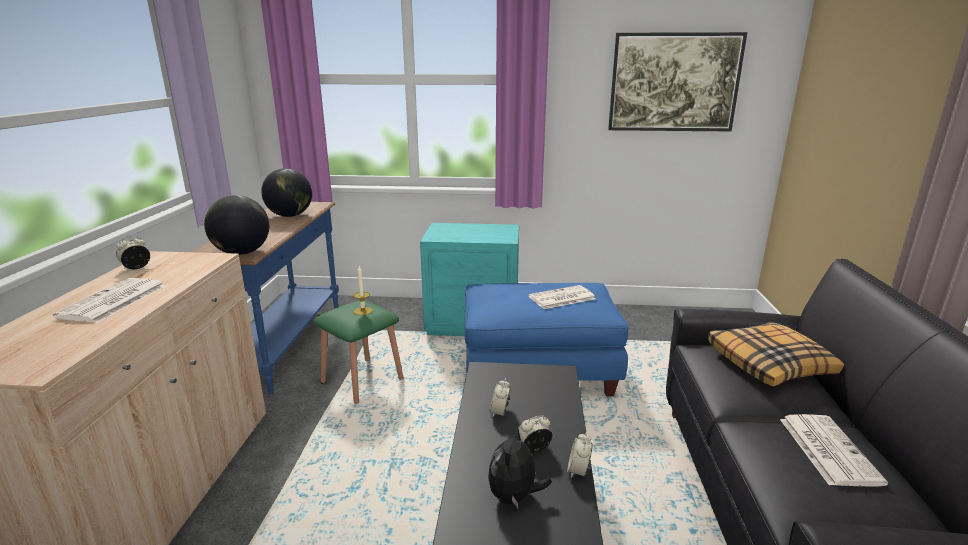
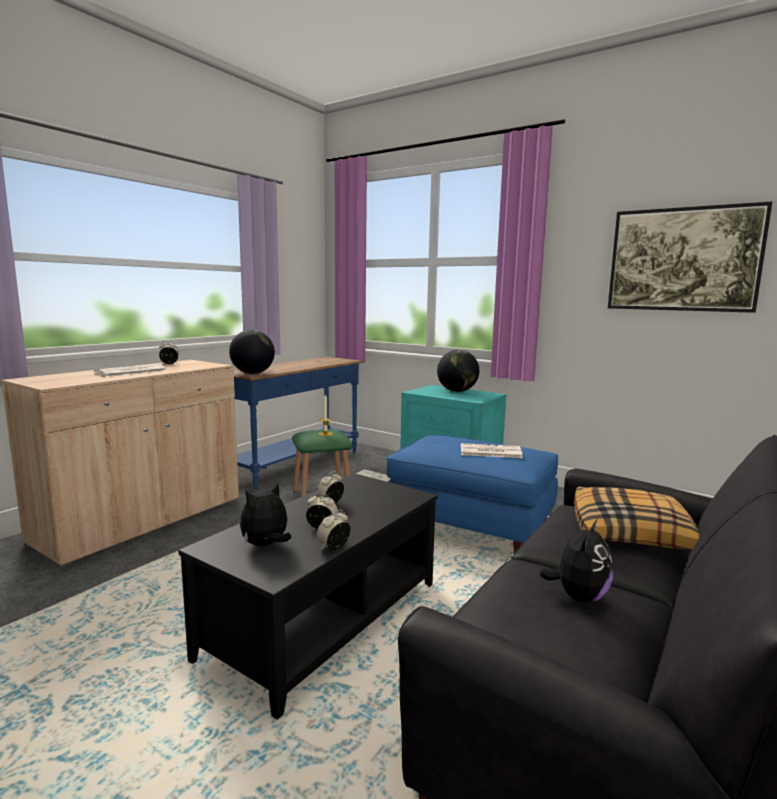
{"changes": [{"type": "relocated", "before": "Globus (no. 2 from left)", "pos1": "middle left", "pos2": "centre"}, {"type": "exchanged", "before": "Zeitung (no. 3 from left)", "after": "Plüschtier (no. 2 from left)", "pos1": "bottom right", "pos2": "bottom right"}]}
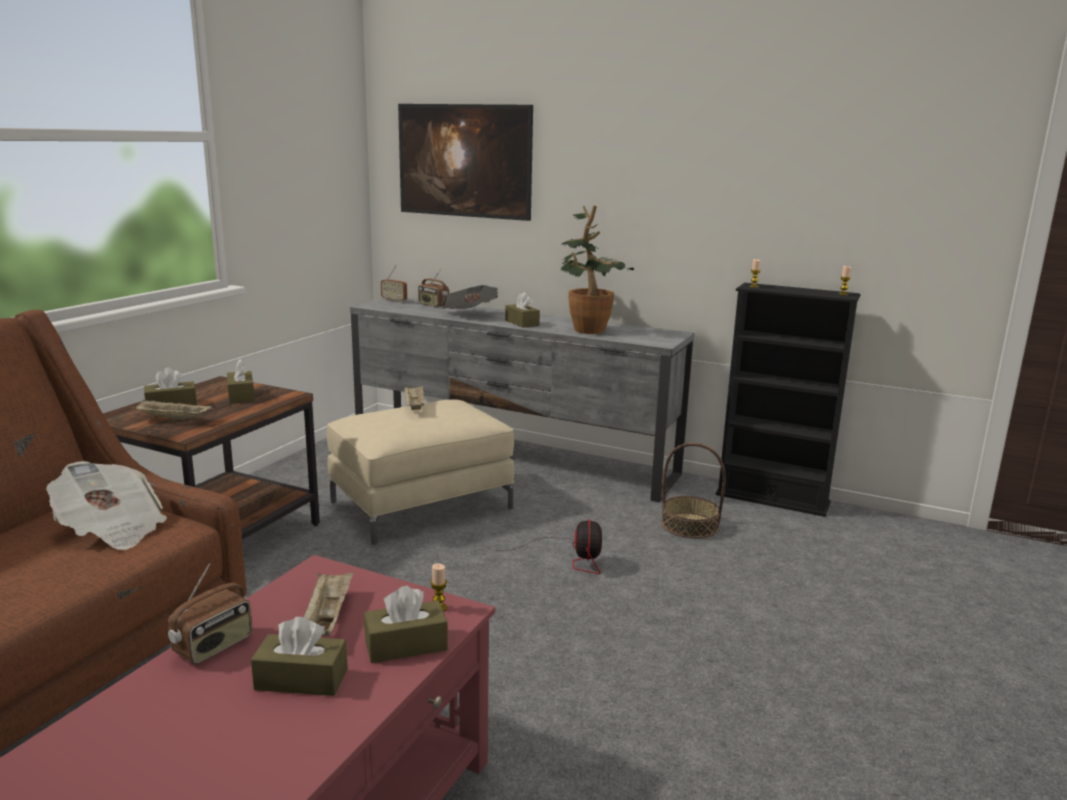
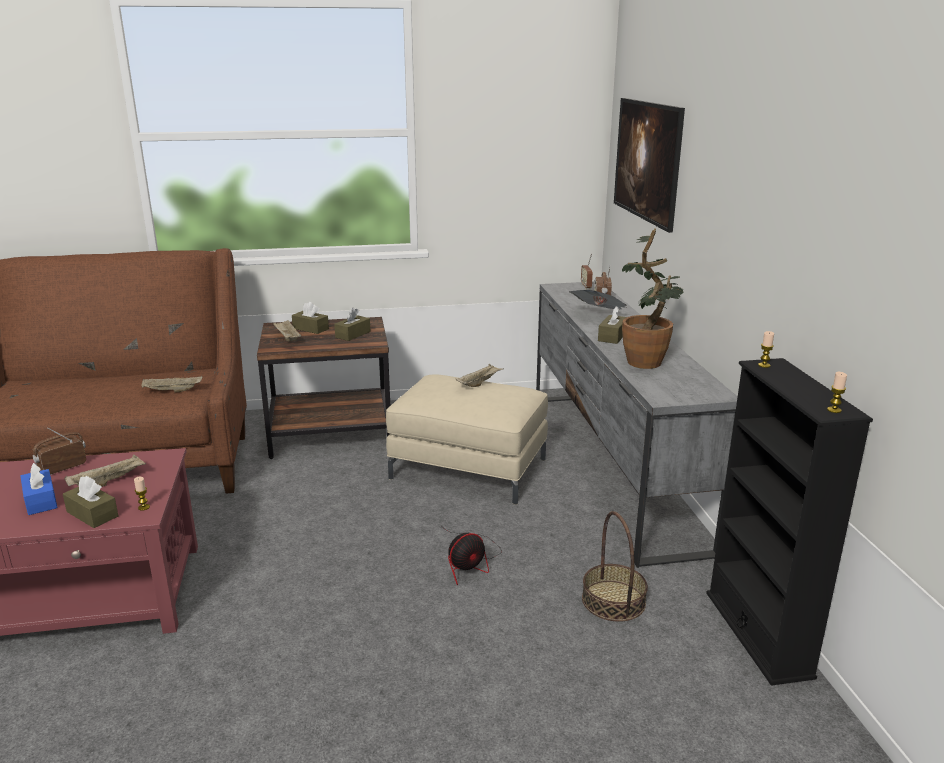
{"changes": [{"type": "exchanged", "before": "Zeitung (no. 1 from left)", "after": "Tablett [beige] (no. 2 from left)", "pos1": "middle left", "pos2": "middle left"}, {"type": "spun", "before": "Radio (no. 1 from left)", "pos1": "bottom left", "pos2": "middle left", "turn": 135}, {"type": "colour", "before": "Taschentuchbox [braun] (no. 3 from left)", "after": "Taschentuchbox [blau]", "pos1": "bottom left", "pos2": "middle left"}]}
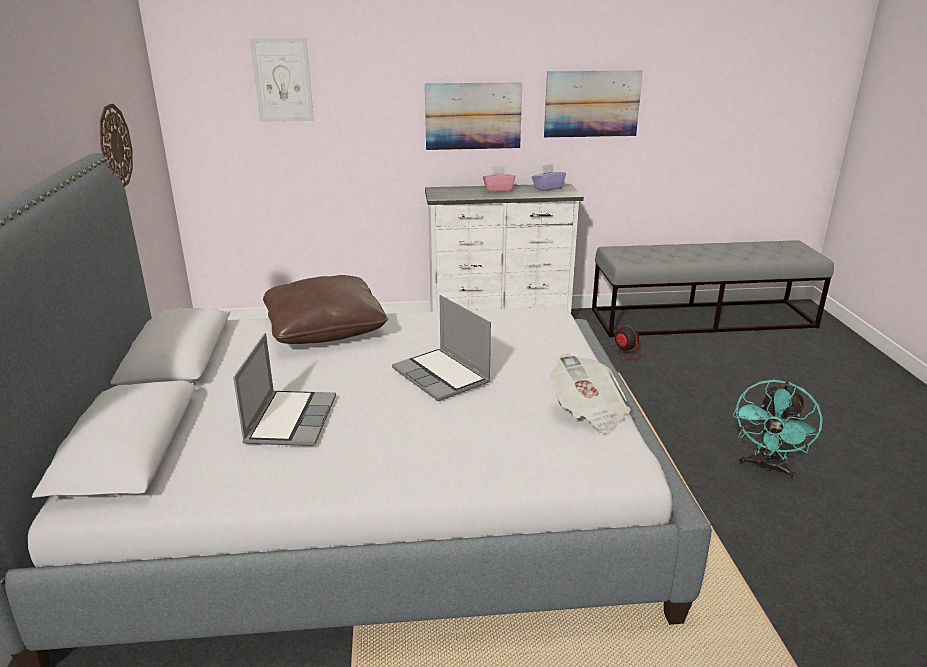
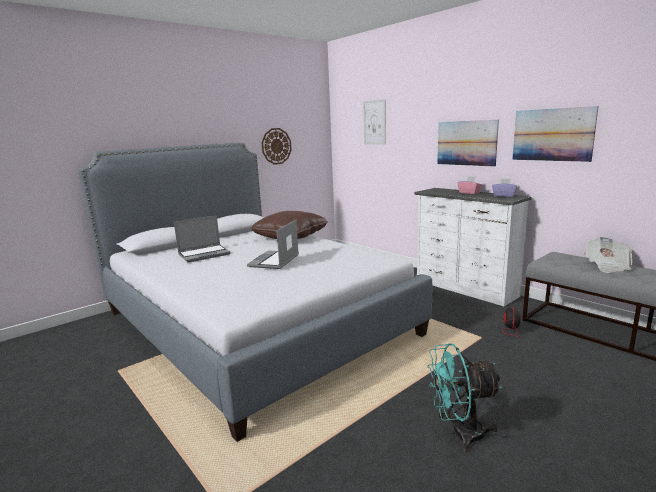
{"changes": [{"type": "relocated", "before": "Zeitung", "pos1": "centre", "pos2": "middle right"}]}
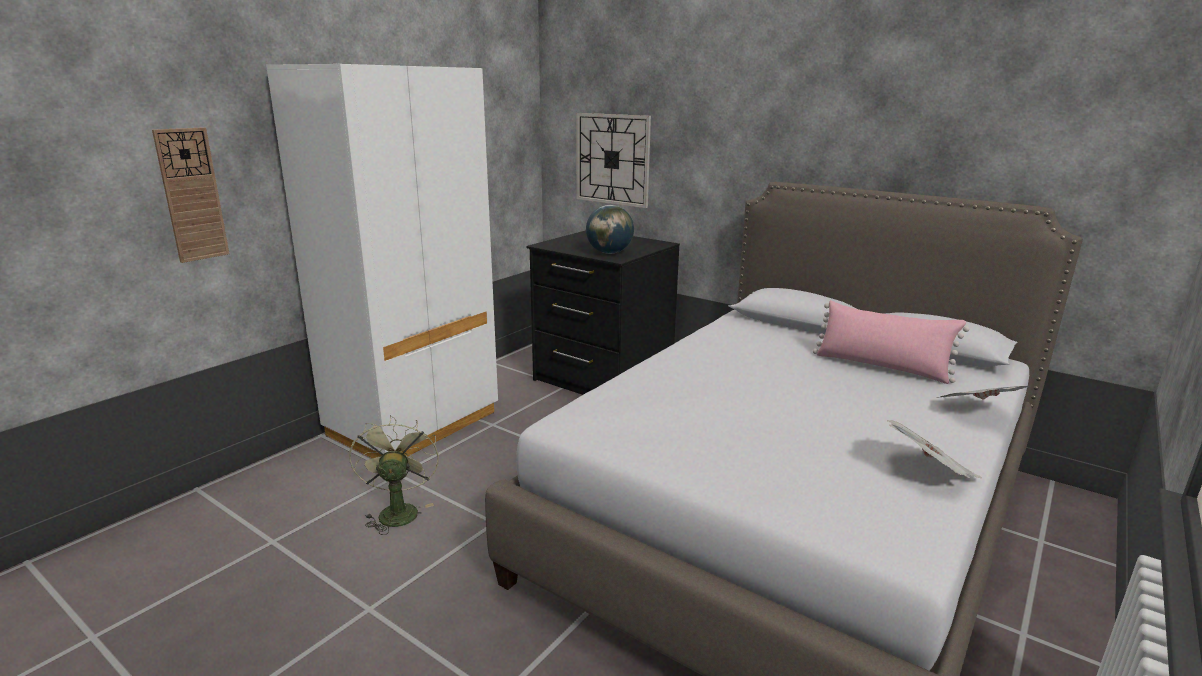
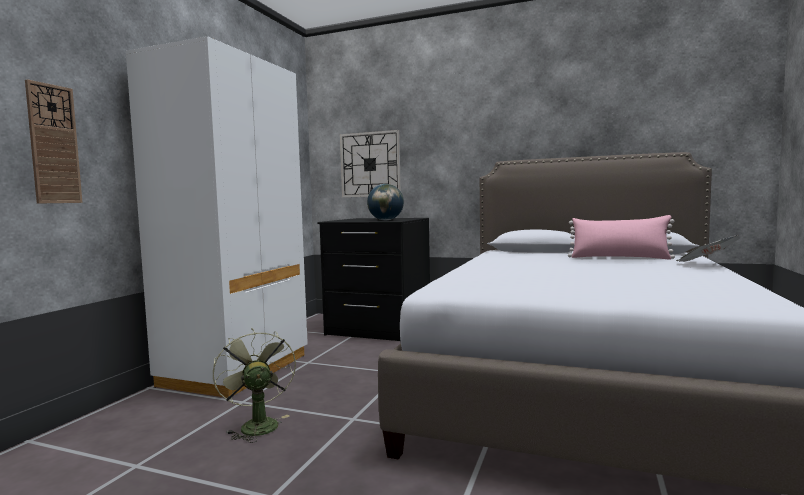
{"changes": [{"type": "missing", "before": "Zeitung (no. 1 from left)", "pos1": "middle right"}]}
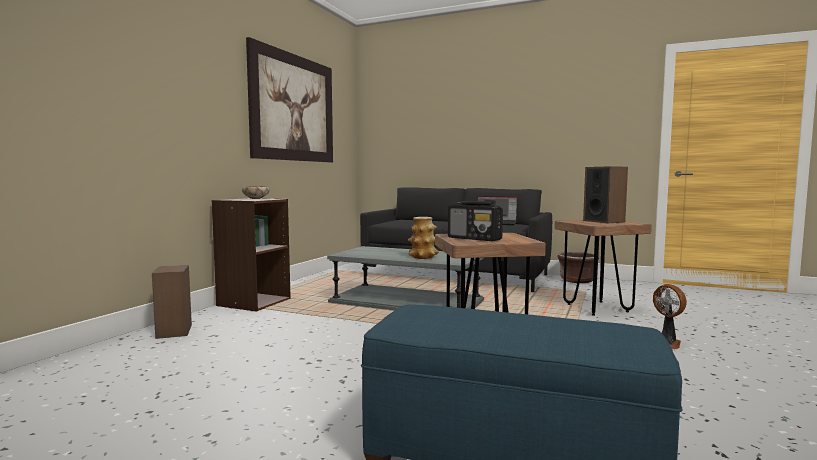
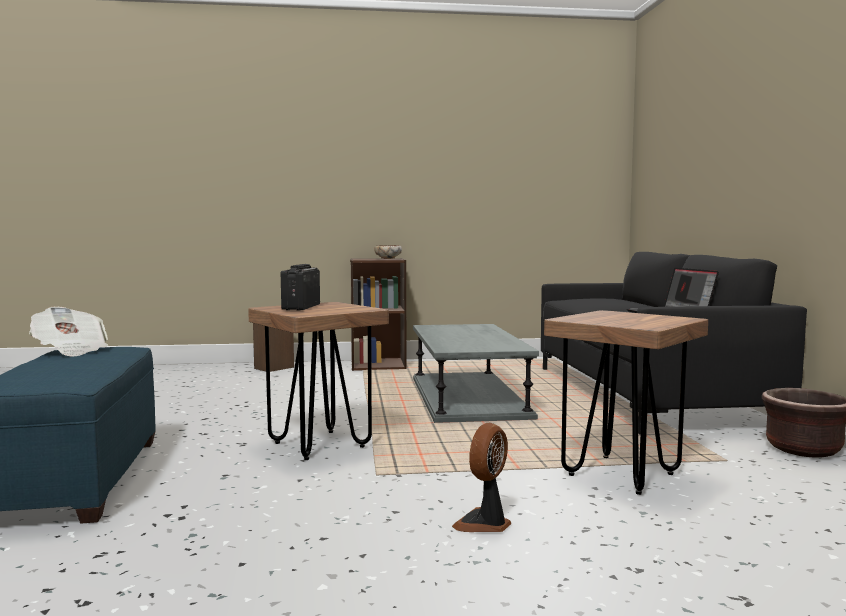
{"changes": [{"type": "missing", "before": "Bild", "pos1": "top centre"}, {"type": "missing", "before": "Vase", "pos1": "centre"}, {"type": "missing", "before": "Lautsprecher (no. 2 from left)", "pos1": "middle right"}, {"type": "appeared", "after": "Zeitung", "pos2": "middle left"}]}
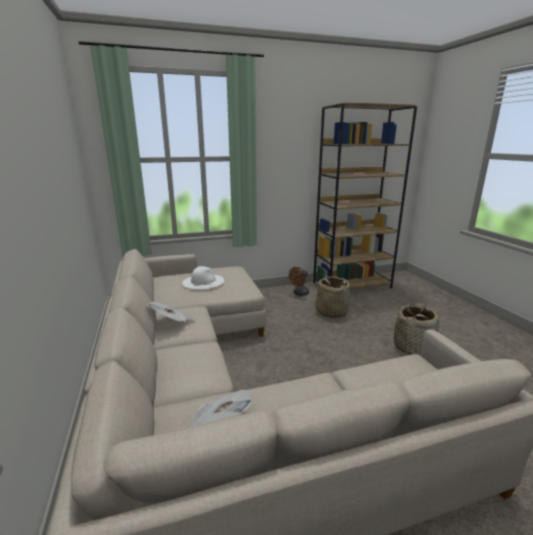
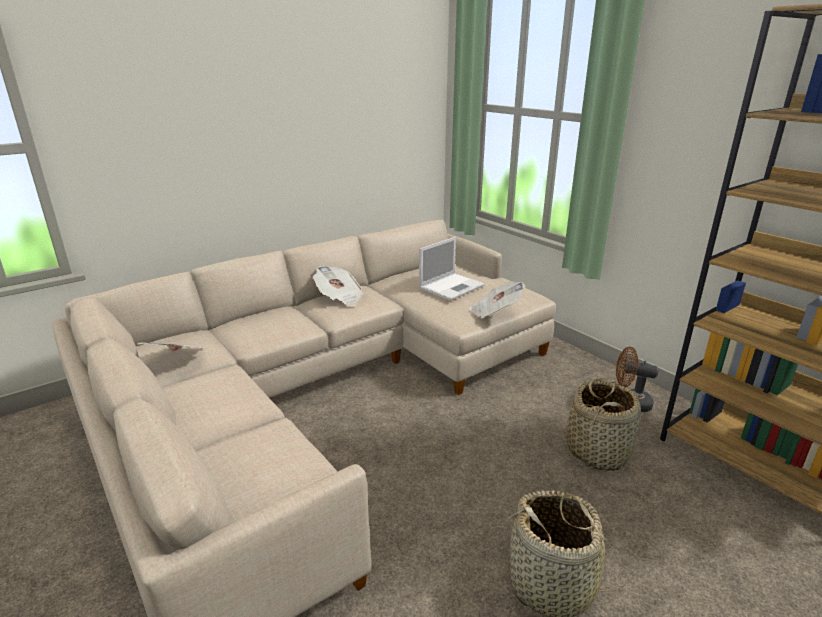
{"changes": [{"type": "exchanged", "before": "Hut [weiß]", "after": "Laptop", "pos1": "centre", "pos2": "centre"}, {"type": "appeared", "after": "Zeitung (no. 3 from left)", "pos2": "centre"}]}
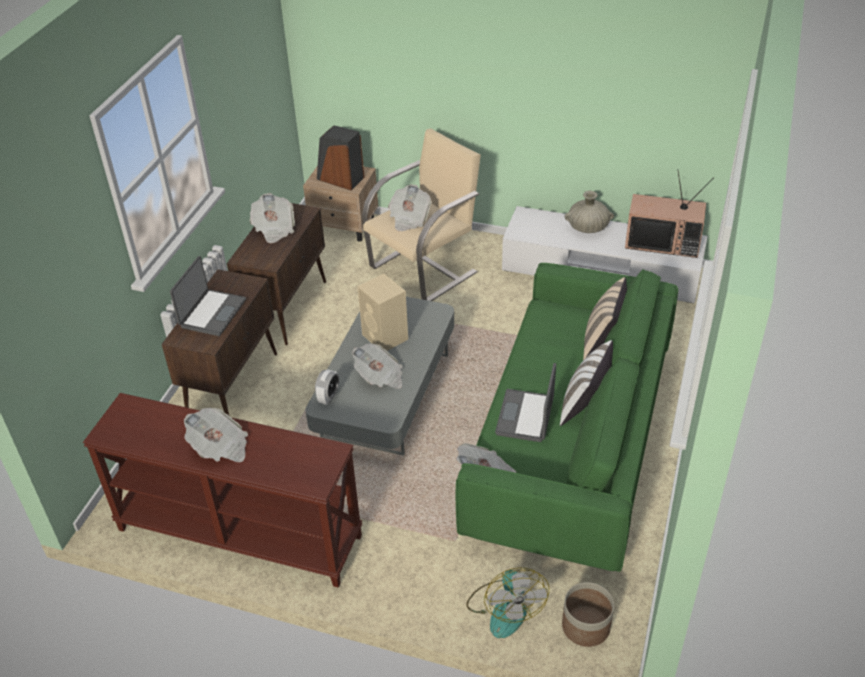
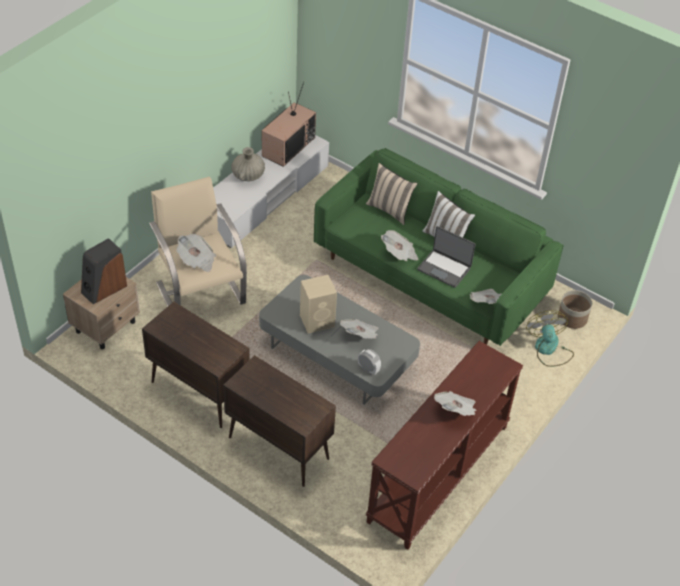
{"changes": [{"type": "missing", "before": "Laptop (no. 1 from left)", "pos1": "middle left"}, {"type": "relocated", "before": "Zeitung (no. 2 from left in the first image)", "after": "Zeitung (no. 3 from left)", "pos1": "top left", "pos2": "centre"}, {"type": "spun", "before": "Ventilator", "pos1": "bottom centre", "pos2": "middle right", "turn": -105}]}
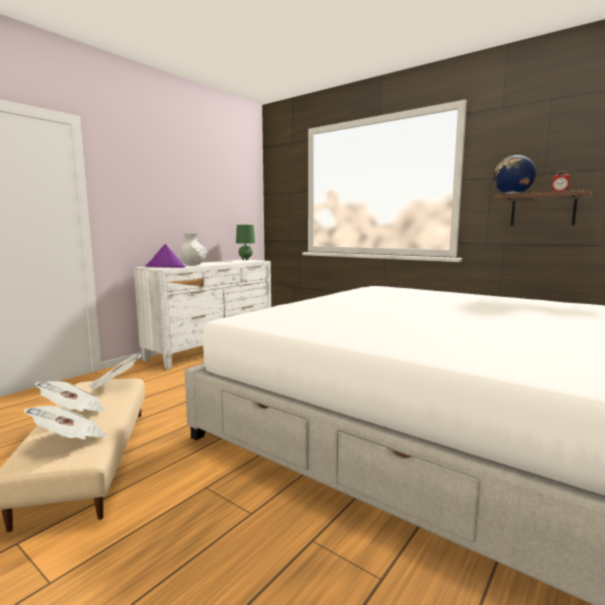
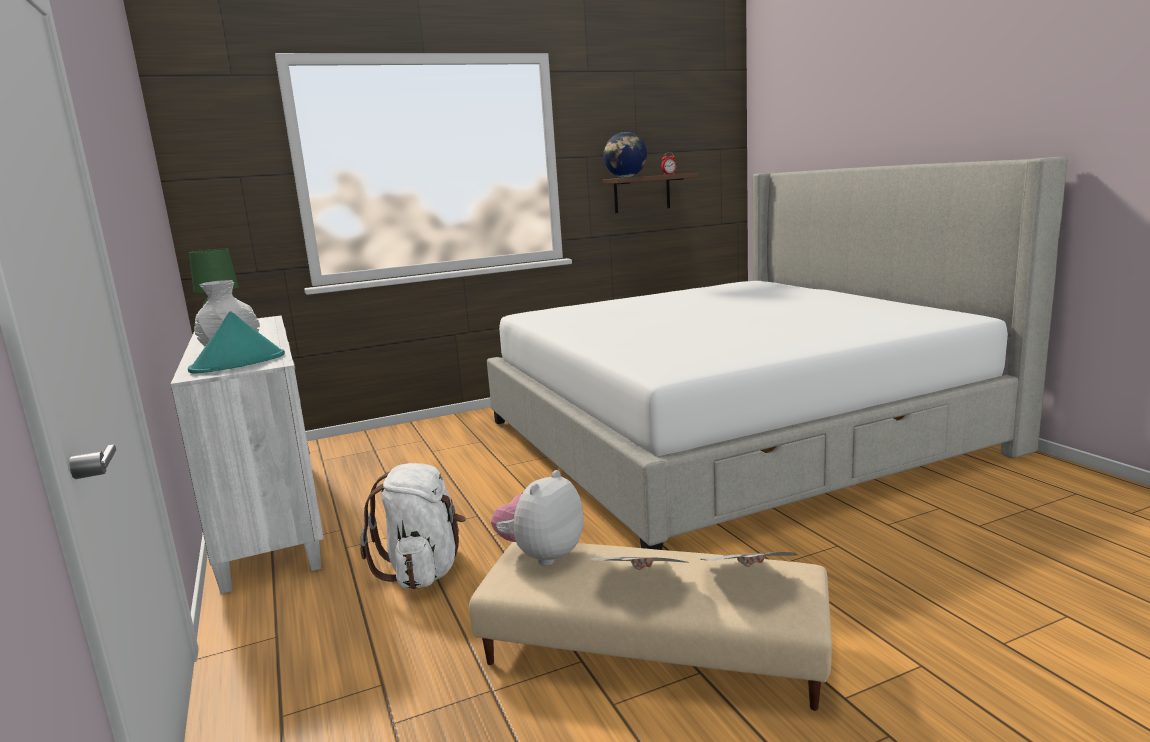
{"changes": [{"type": "exchanged", "before": "Zeitung (no. 3 from left)", "after": "Plüschtier", "pos1": "middle left", "pos2": "bottom centre"}, {"type": "colour", "before": "Hut [lila]", "after": "Hut [türkis]", "pos1": "middle left", "pos2": "middle left"}, {"type": "appeared", "after": "Rucksack [weiß]", "pos2": "bottom centre"}]}
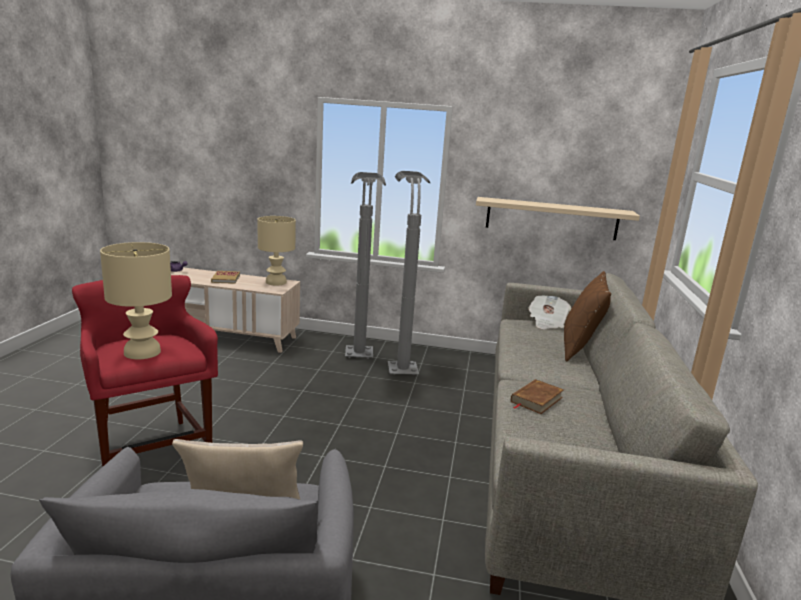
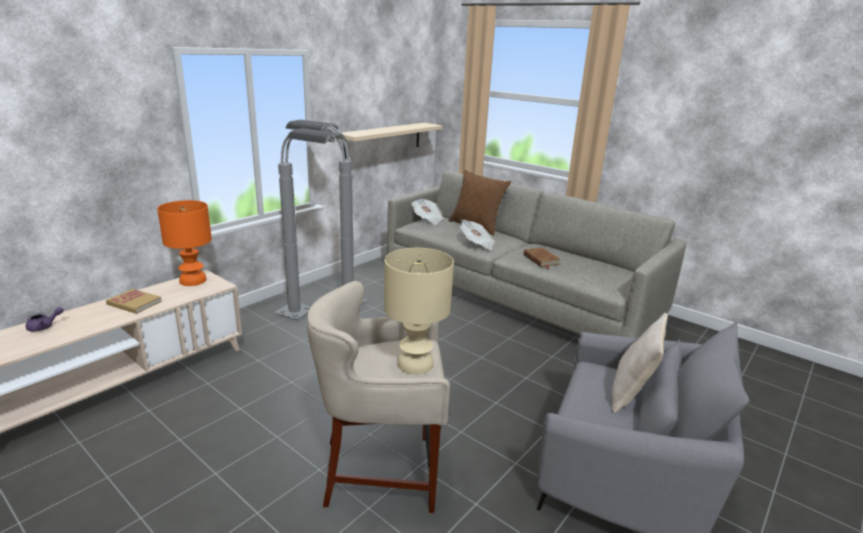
{"changes": [{"type": "colour", "before": "Hocker [rot]", "after": "Hocker [beige]", "pos1": "middle left", "pos2": "bottom centre"}, {"type": "colour", "before": "Tischlampe [beige] (no. 2 from left)", "after": "Tischlampe [orange]", "pos1": "centre", "pos2": "middle left"}, {"type": "appeared", "after": "Zeitung (no. 2 from left)", "pos2": "centre"}]}
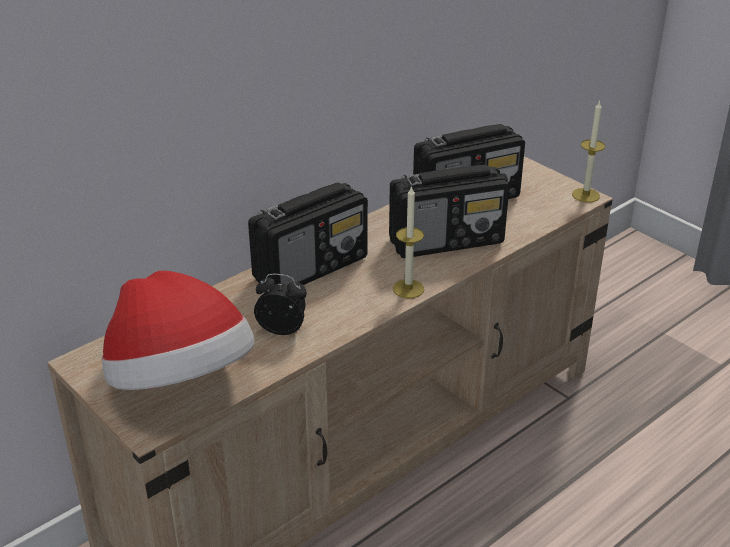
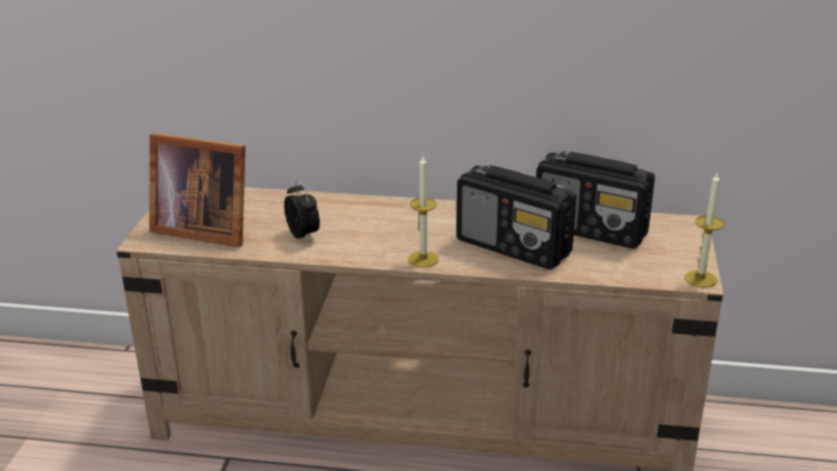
{"changes": [{"type": "exchanged", "before": "Hut", "after": "Bilderrahmen", "pos1": "middle left", "pos2": "middle left"}, {"type": "missing", "before": "Radio (no. 1 from left)", "pos1": "centre"}]}
